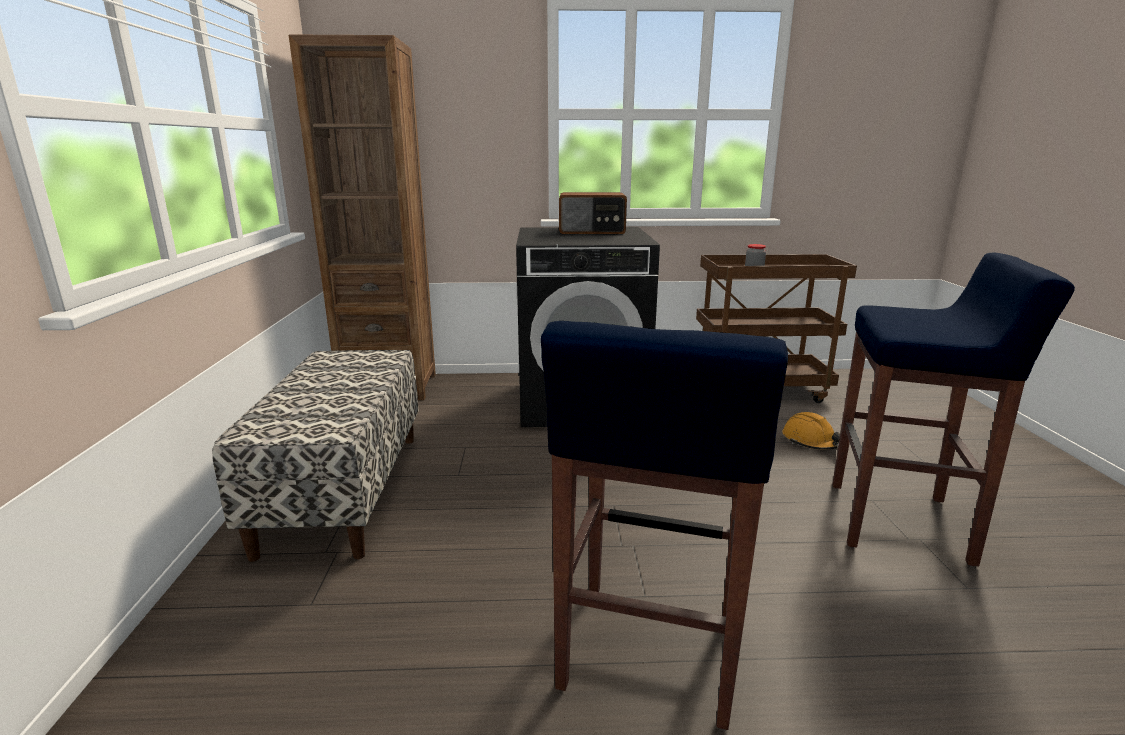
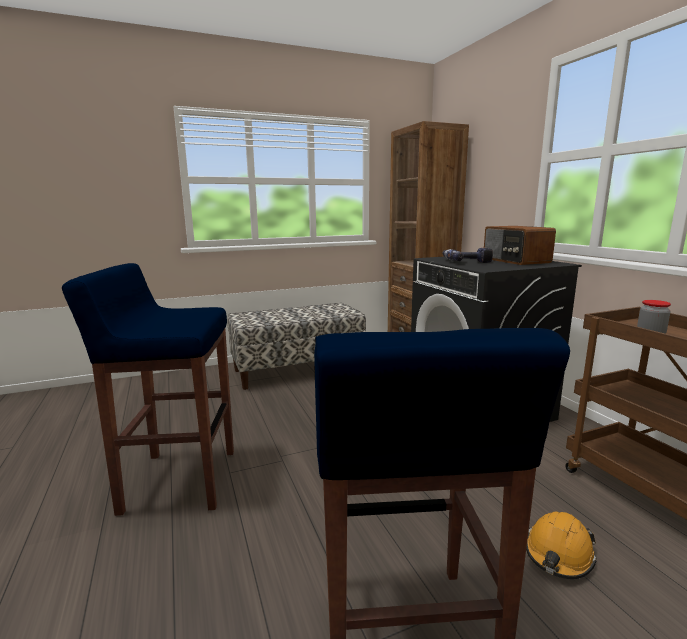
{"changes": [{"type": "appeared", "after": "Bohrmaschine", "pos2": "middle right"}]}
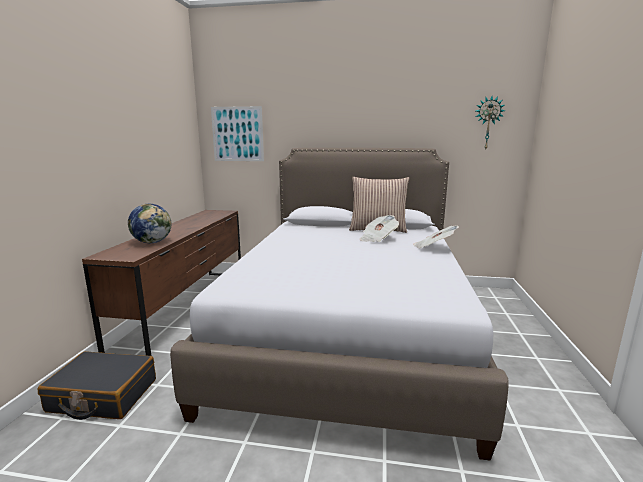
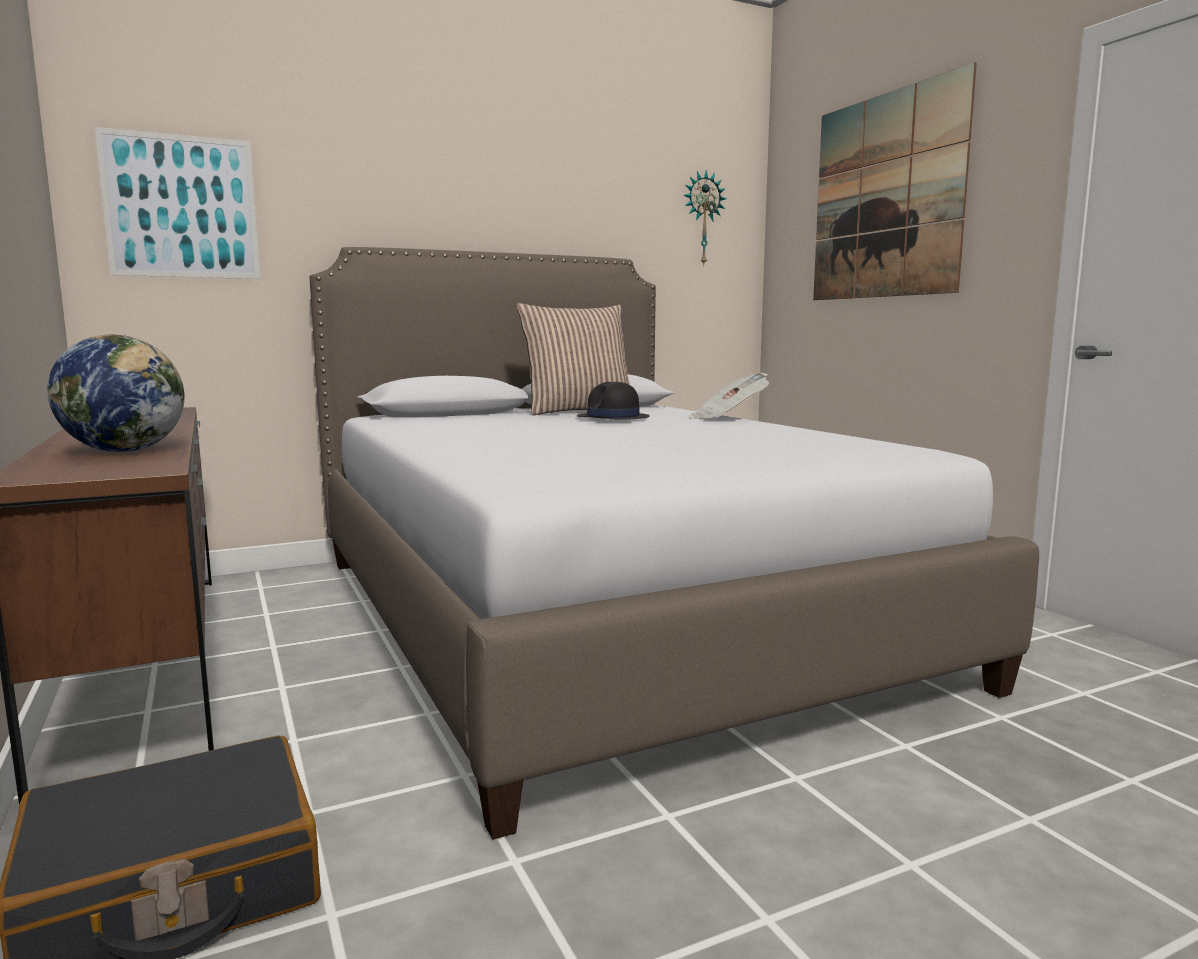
{"changes": [{"type": "exchanged", "before": "Zeitung (no. 1 from left)", "after": "Hut [schwarz]", "pos1": "centre", "pos2": "centre"}, {"type": "appeared", "after": "Bild (no. 2 from left)", "pos2": "top right"}]}
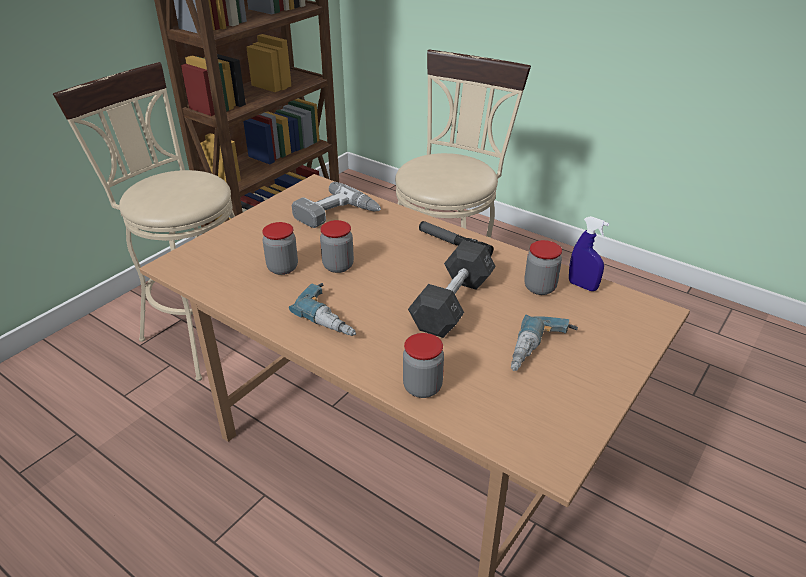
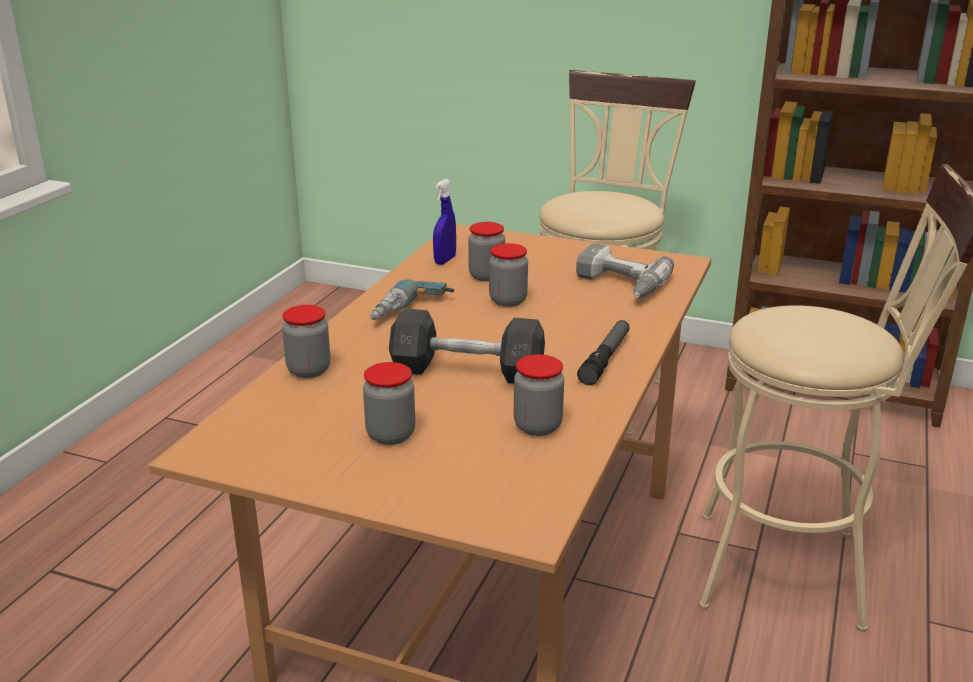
{"changes": [{"type": "exchanged", "before": "Bohrmaschine (no. 3 from left)", "after": "Vorratsglas (no. 2 from left)", "pos1": "middle right", "pos2": "centre"}, {"type": "relocated", "before": "Sprühflasche [blau]", "pos1": "middle right", "pos2": "top centre"}]}
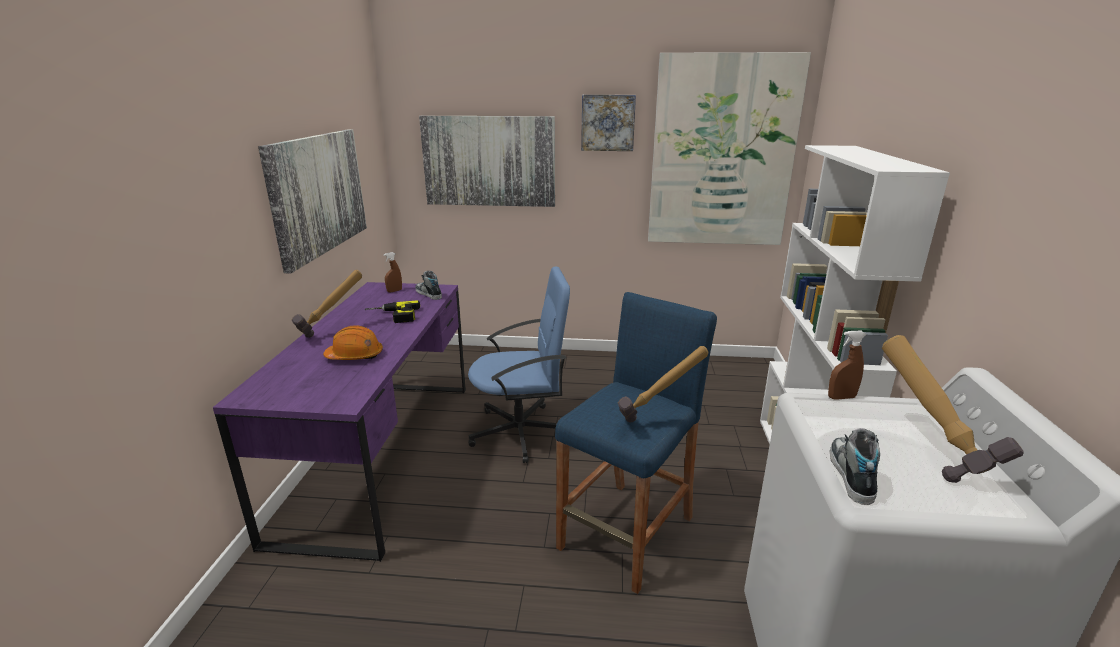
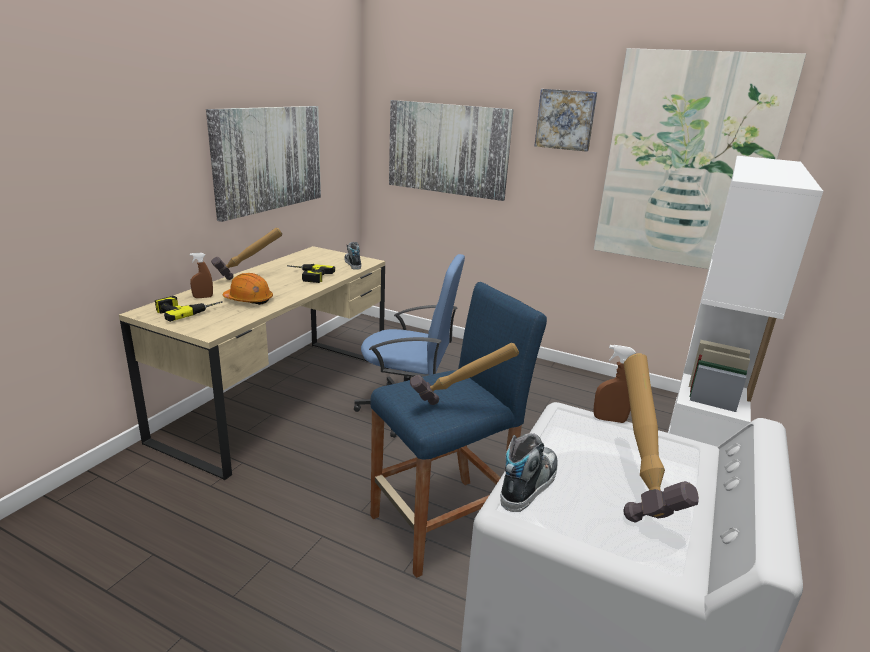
{"changes": [{"type": "colour", "before": "Schreibtisch [lila]", "after": "Schreibtisch [beige]", "pos1": "middle left", "pos2": "middle left"}, {"type": "relocated", "before": "Sprühflasche [braun] (no. 1 from left)", "pos1": "centre", "pos2": "middle left"}, {"type": "appeared", "after": "Bohrmaschine (no. 1 from left)", "pos2": "middle left"}]}
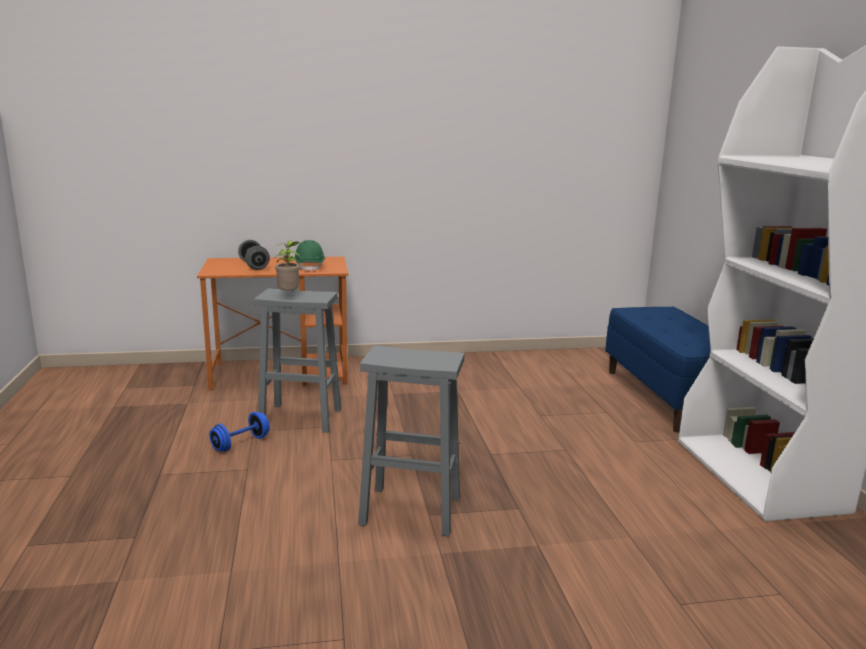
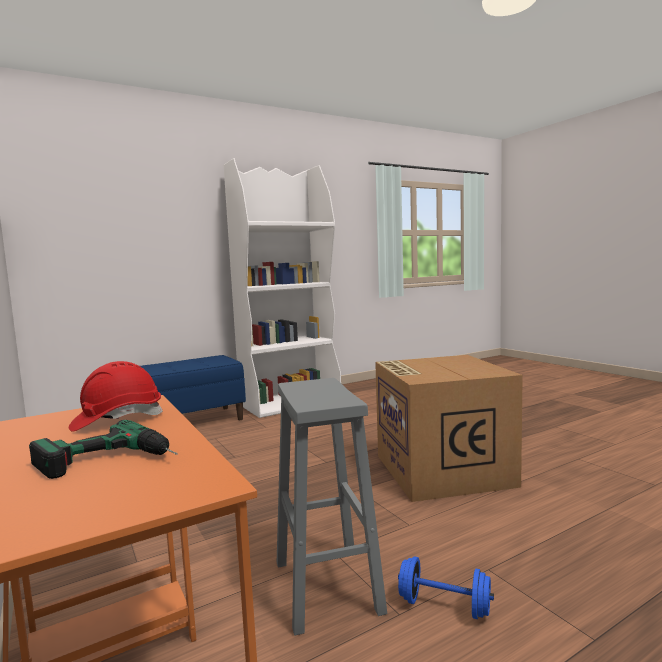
{"changes": [{"type": "exchanged", "before": "Hantel [grau]", "after": "Bohrmaschine", "pos1": "middle left", "pos2": "bottom left"}, {"type": "missing", "before": "Topfpflanze", "pos1": "middle left"}, {"type": "colour", "before": "Schutzhelm [grün]", "after": "Schutzhelm [rot]", "pos1": "centre", "pos2": "middle left"}, {"type": "exchanged", "before": "Hocker [grau] (no. 2 from left)", "after": "Karton", "pos1": "bottom centre", "pos2": "middle right"}]}
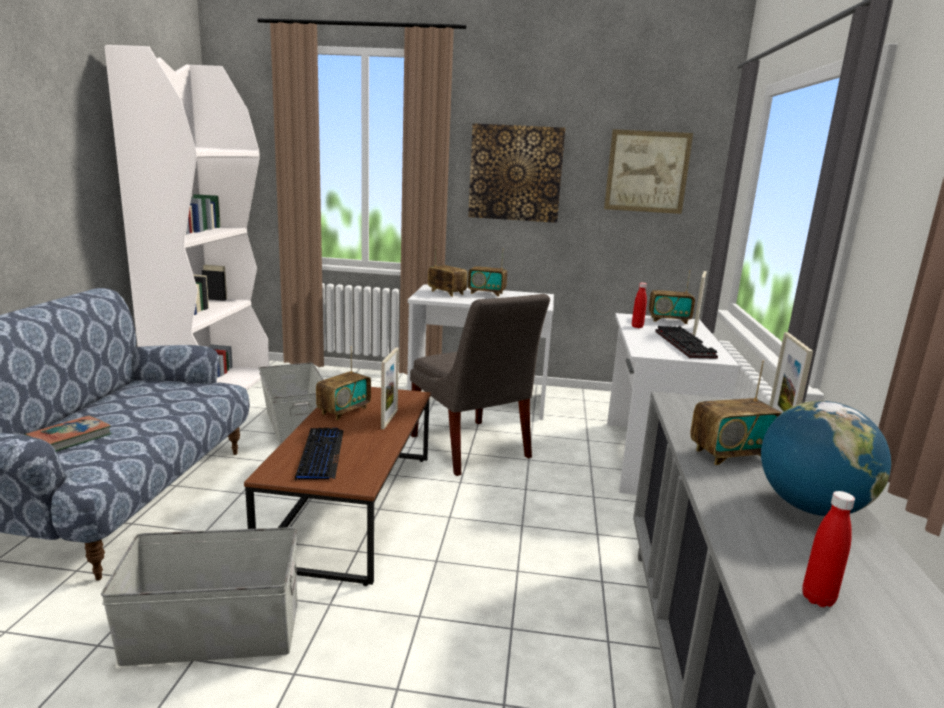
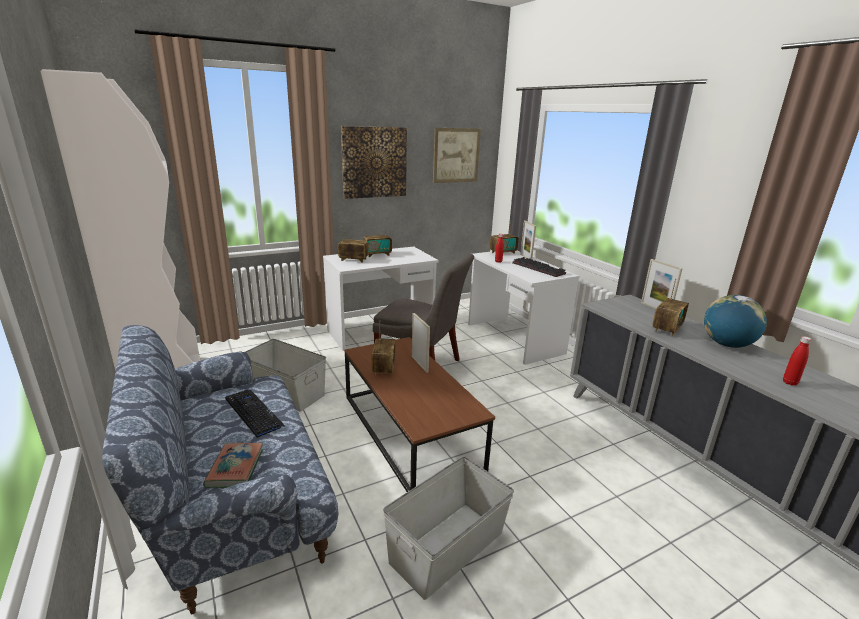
{"changes": [{"type": "relocated", "before": "Tastatur (no. 1 from left)", "pos1": "centre", "pos2": "bottom left"}]}
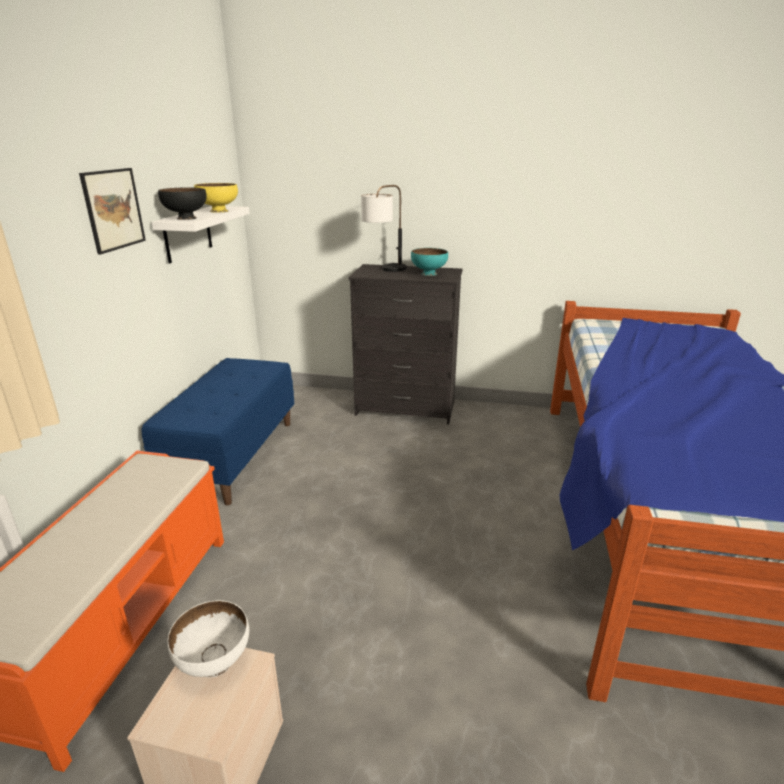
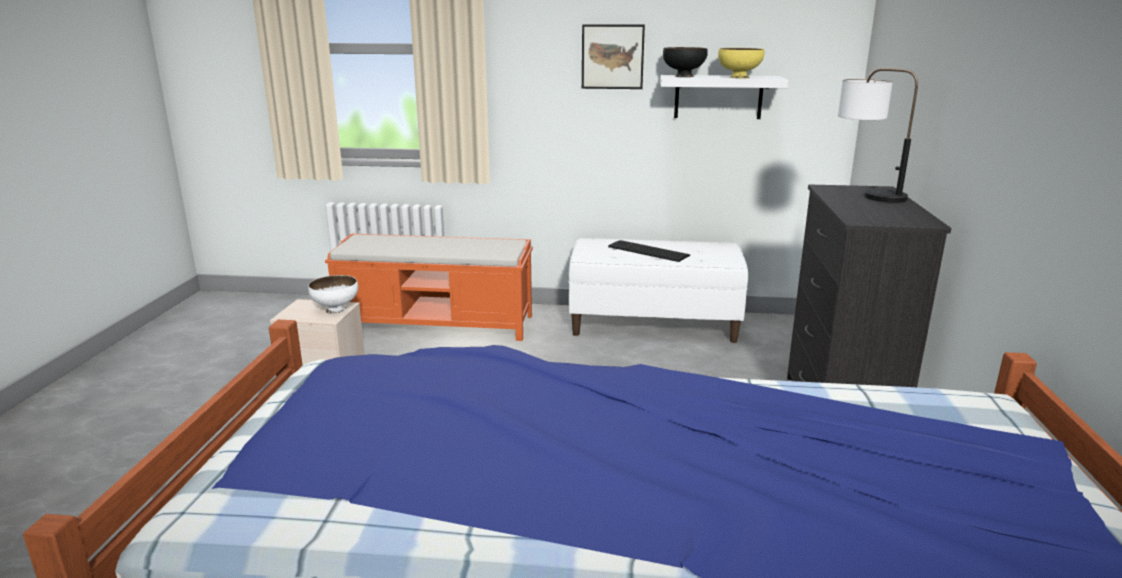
{"changes": [{"type": "colour", "before": "Bank [blau]", "after": "Bank [weiß]", "pos1": "middle left", "pos2": "centre"}, {"type": "missing", "before": "Schüssel [türkis]", "pos1": "centre"}, {"type": "appeared", "after": "Tastatur", "pos2": "centre"}]}
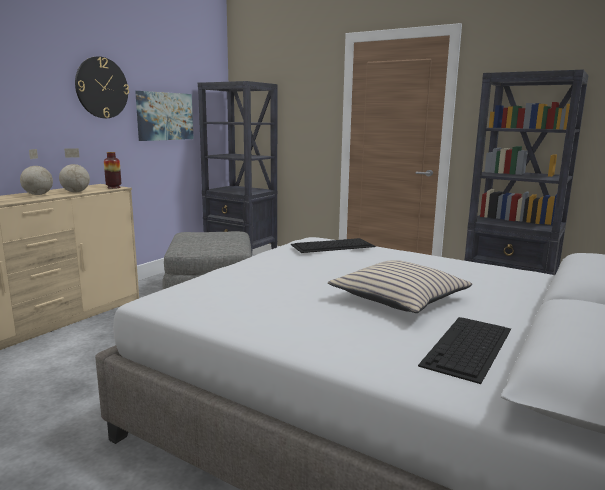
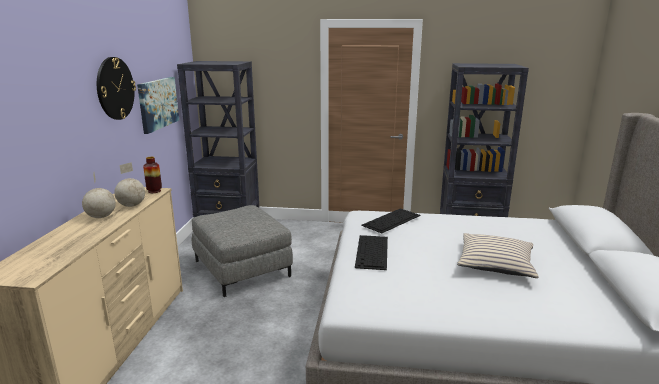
{"changes": [{"type": "relocated", "before": "Tastatur (no. 2 from left in the first image)", "after": "Tastatur (no. 1 from left)", "pos1": "bottom right", "pos2": "centre"}]}
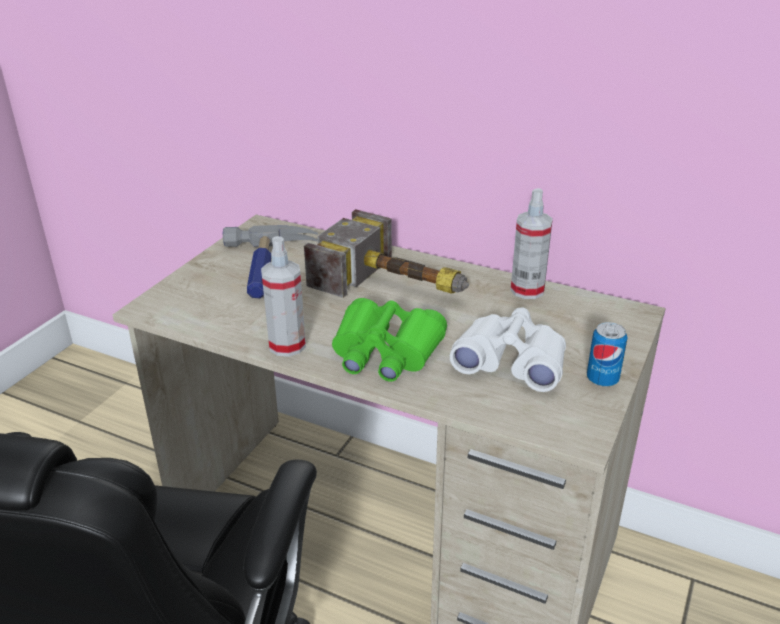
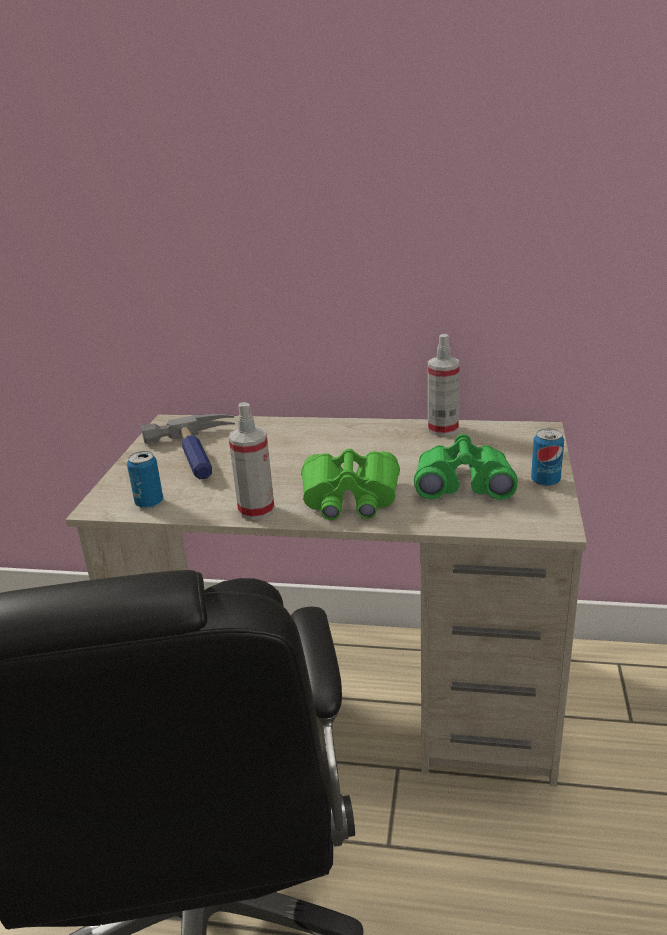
{"changes": [{"type": "missing", "before": "Hammer (no. 2 from left)", "pos1": "centre"}, {"type": "colour", "before": "Fernglas [weiß]", "after": "Fernglas [grün] (no. 2 from left)", "pos1": "centre", "pos2": "middle right"}, {"type": "appeared", "after": "Dose (no. 1 from left)", "pos2": "middle left"}]}
